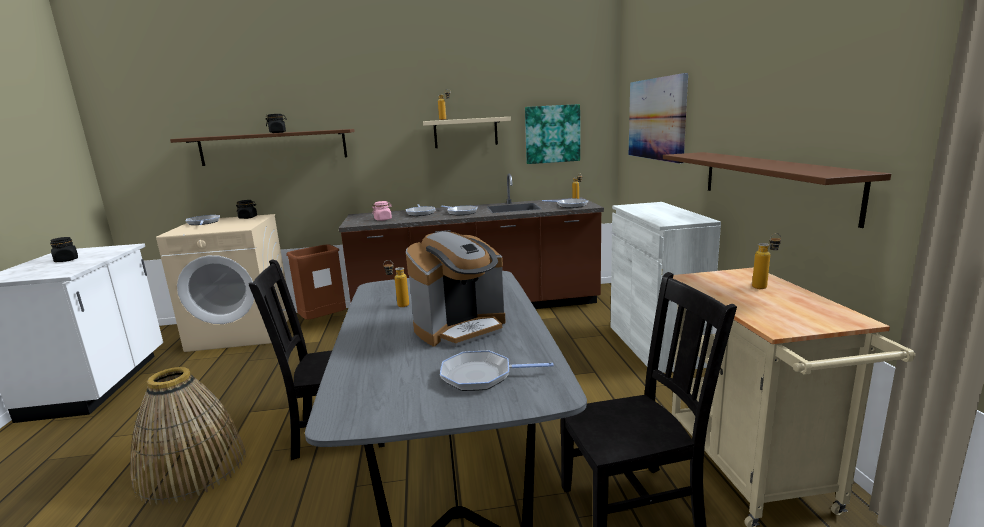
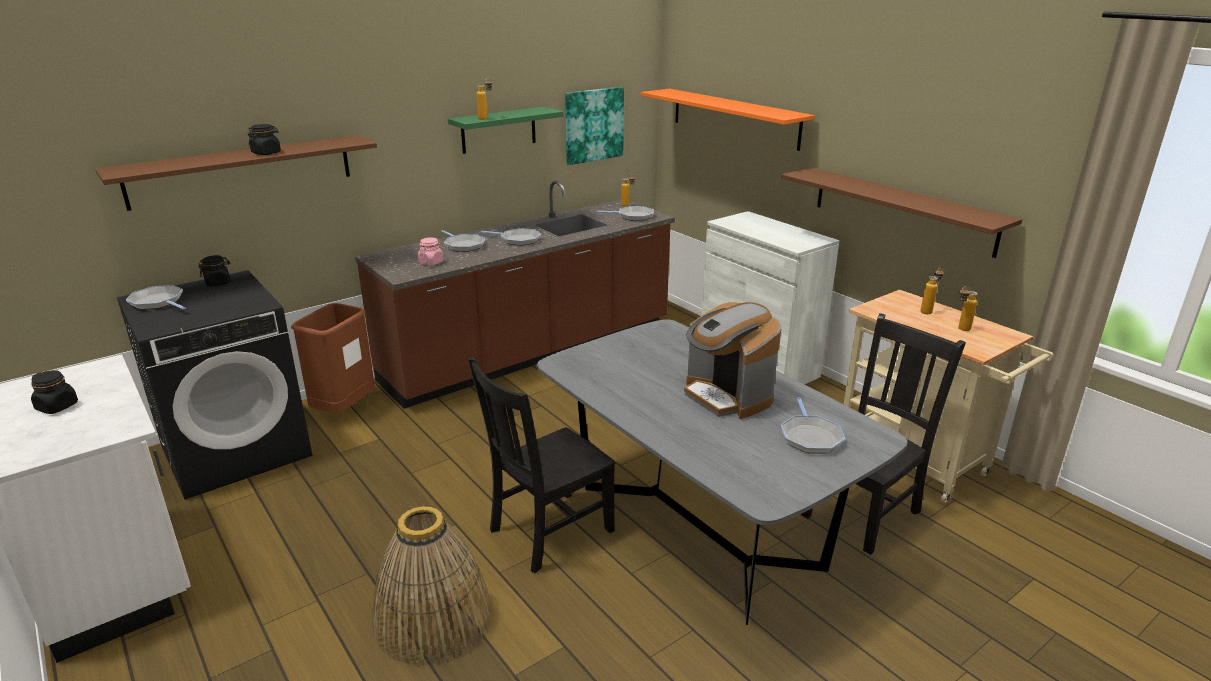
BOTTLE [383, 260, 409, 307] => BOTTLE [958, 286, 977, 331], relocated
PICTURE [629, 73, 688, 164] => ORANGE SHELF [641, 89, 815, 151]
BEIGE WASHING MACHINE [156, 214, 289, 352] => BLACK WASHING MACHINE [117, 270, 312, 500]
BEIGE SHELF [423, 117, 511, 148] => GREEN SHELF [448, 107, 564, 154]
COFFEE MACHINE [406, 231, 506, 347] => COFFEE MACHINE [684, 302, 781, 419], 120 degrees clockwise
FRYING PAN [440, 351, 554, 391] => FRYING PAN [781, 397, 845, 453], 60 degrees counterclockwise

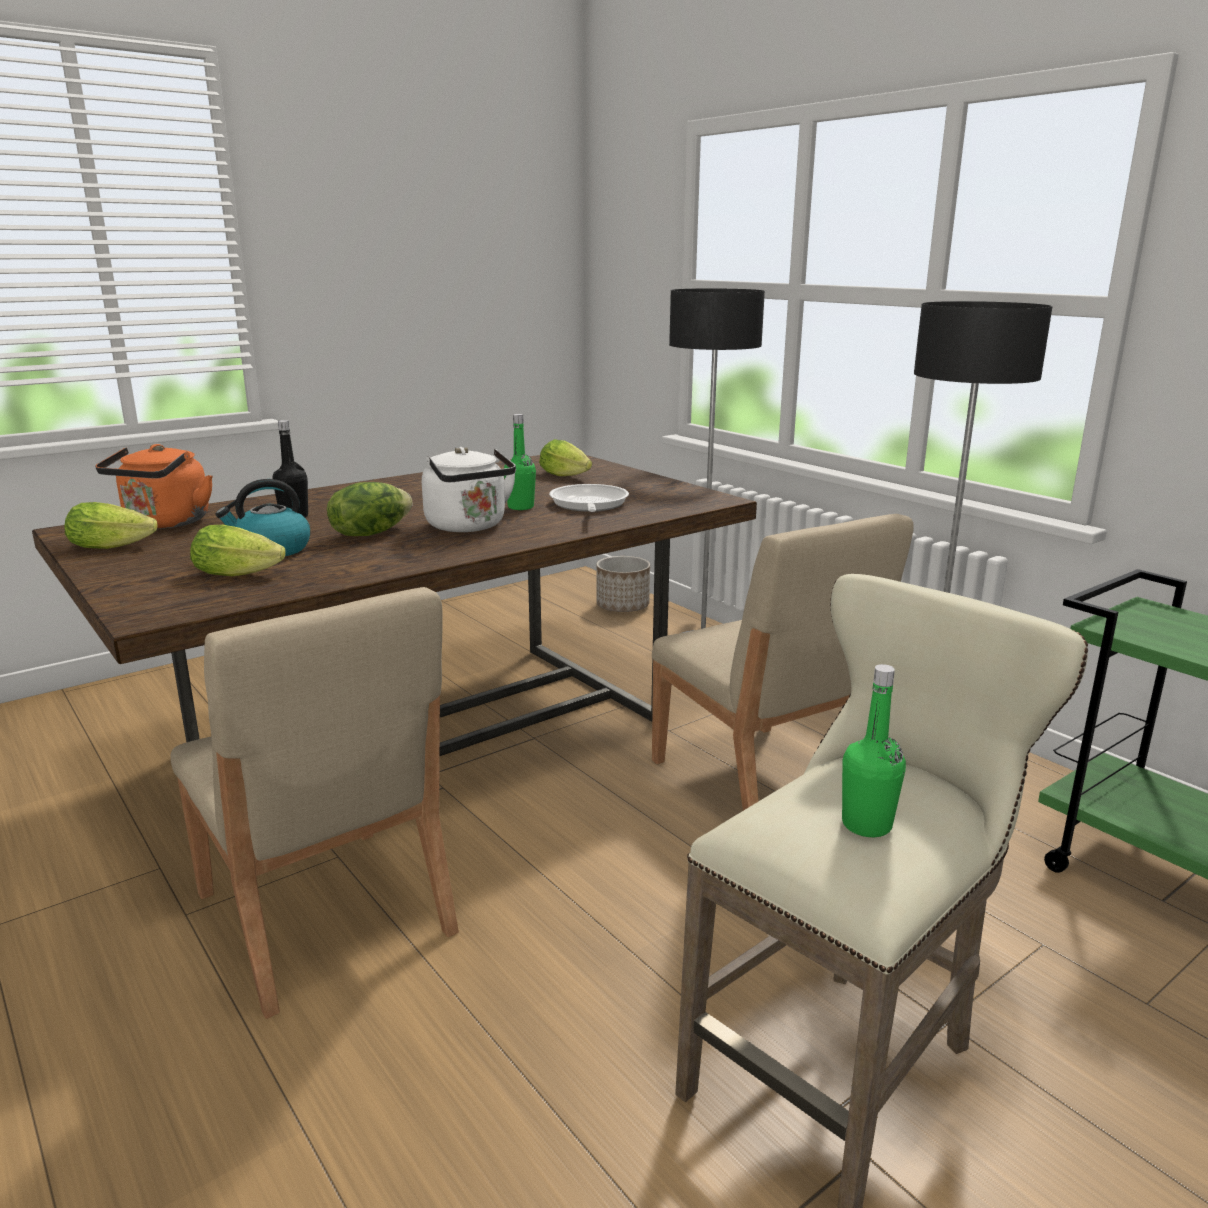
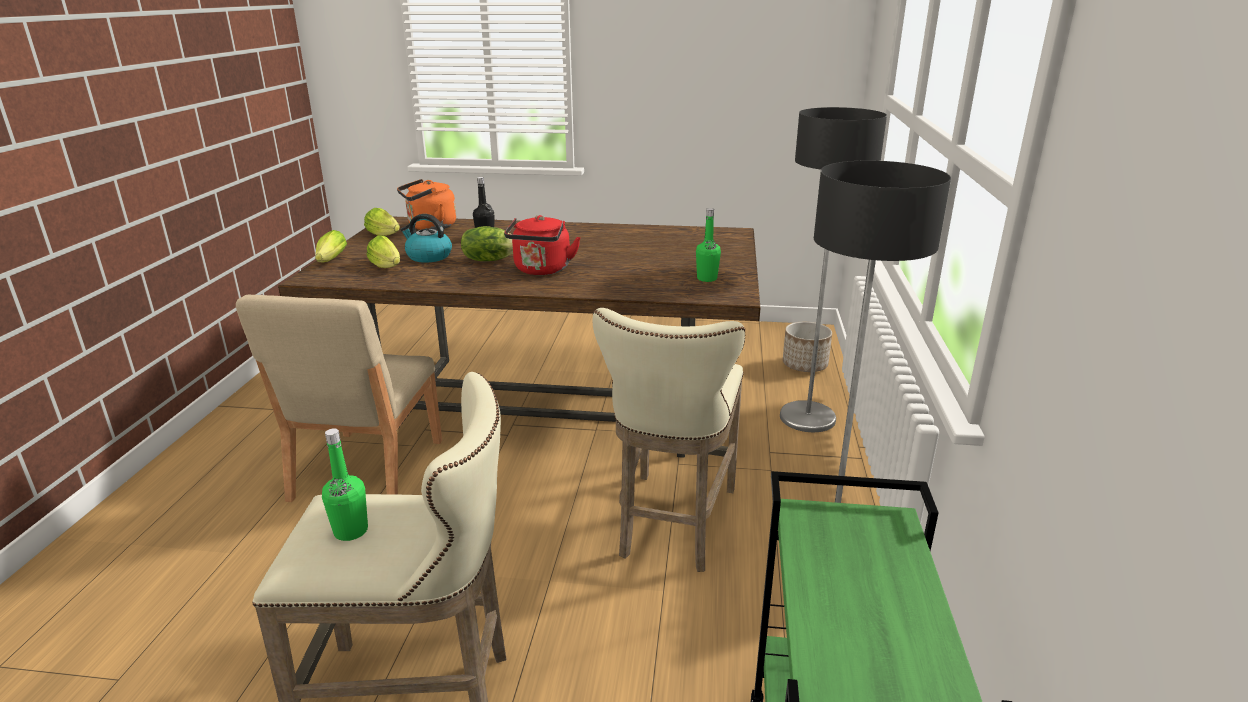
FRYING PAN [549, 484, 629, 512] => nothing
GREEN BOTTLE [504, 414, 536, 510] => GREEN BOTTLE [696, 208, 721, 282], relocated
LETTUCE [539, 439, 592, 476] => LETTUCE [315, 230, 347, 262], relocated
BEIGE CHAIR [652, 514, 914, 811] => BEIGE STOOL [593, 308, 745, 572]
WHITE KETTLE [422, 447, 516, 532] => RED KETTLE [504, 215, 581, 275]

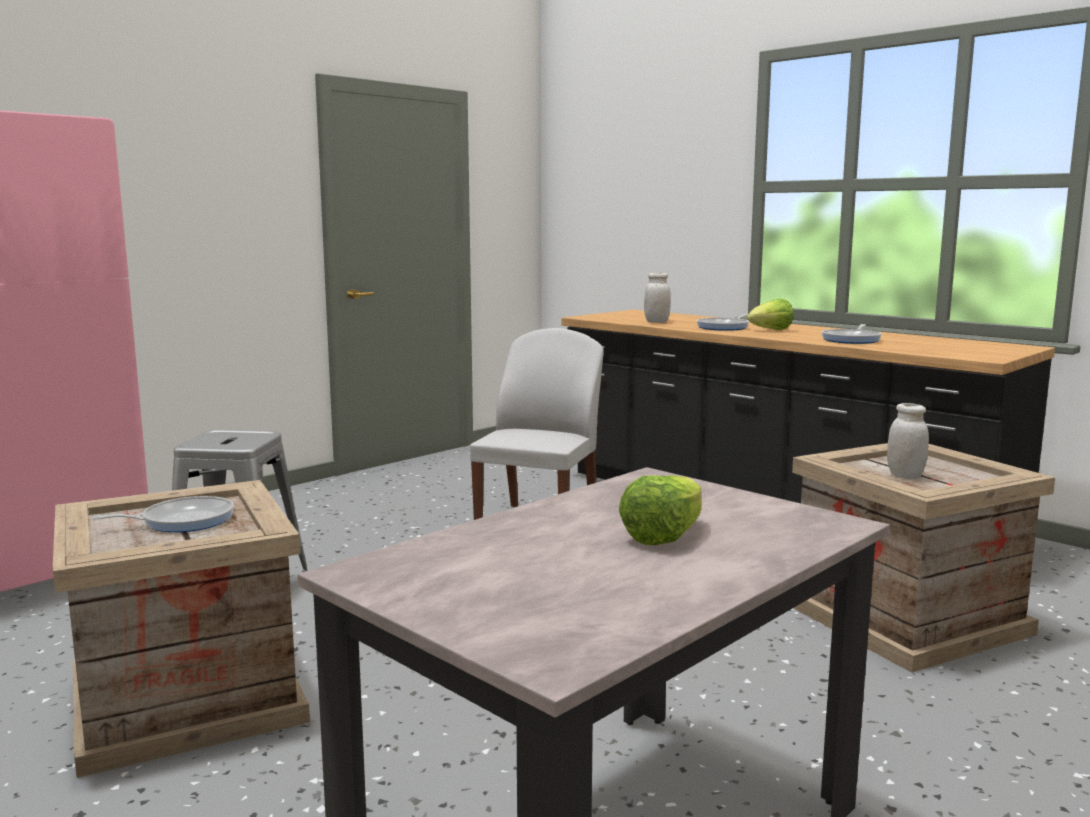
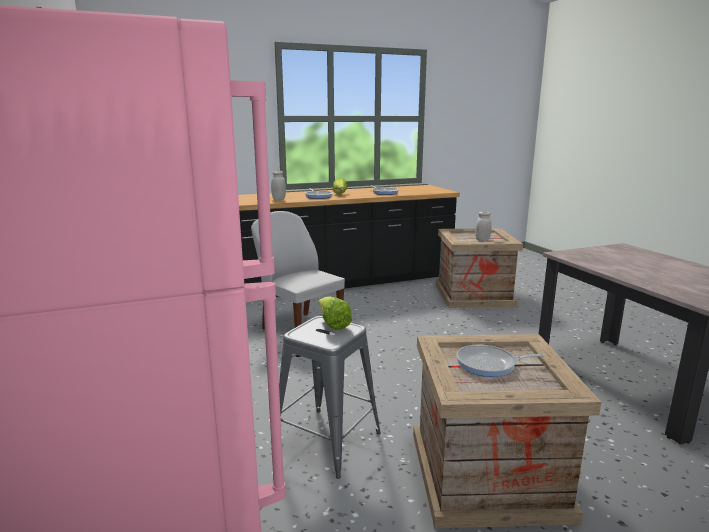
LETTUCE [619, 475, 702, 545] => LETTUCE [318, 296, 352, 330], relocated
FRYING PAN [92, 496, 234, 532] => FRYING PAN [456, 344, 545, 377], 90 degrees counterclockwise

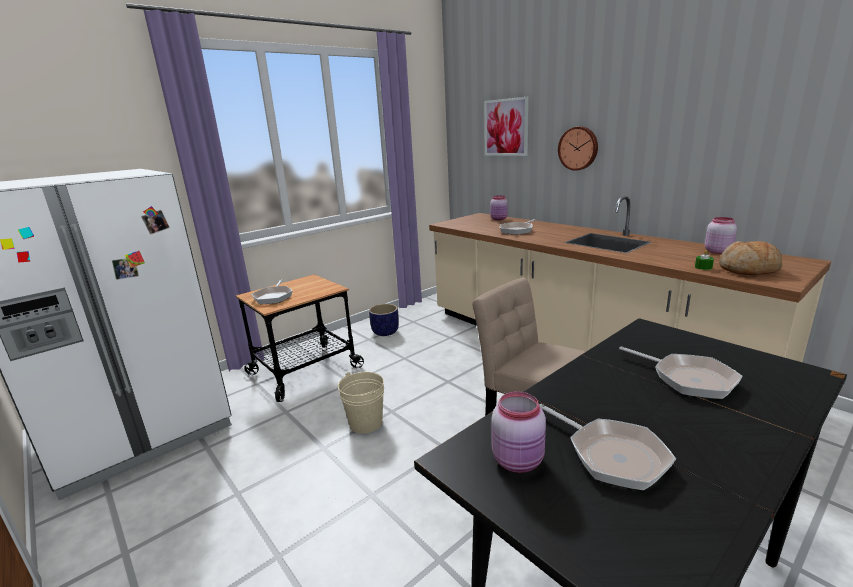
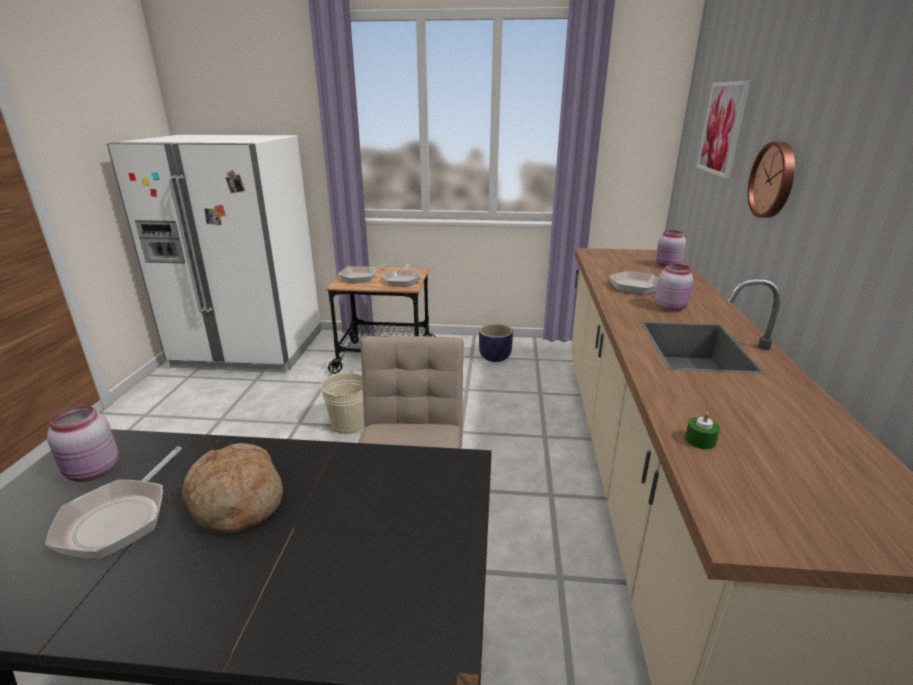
FRYING PAN [619, 346, 742, 399] => FRYING PAN [382, 264, 421, 287], relocated
PINK JAR [705, 217, 737, 254] => PINK JAR [655, 264, 693, 311], relocated
BREAD [719, 241, 782, 275] => BREAD [182, 443, 283, 532], relocated

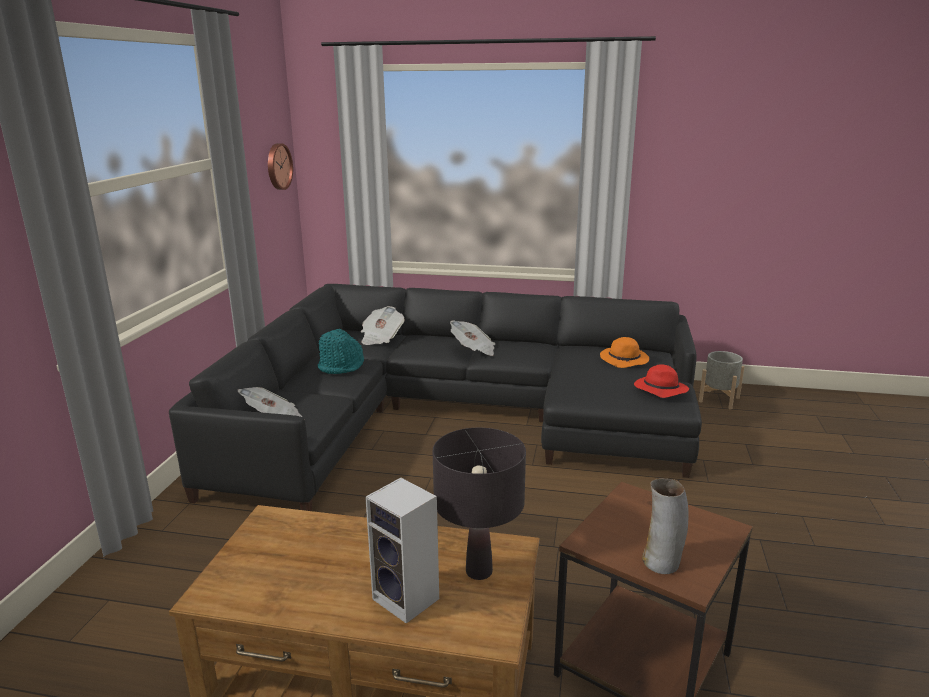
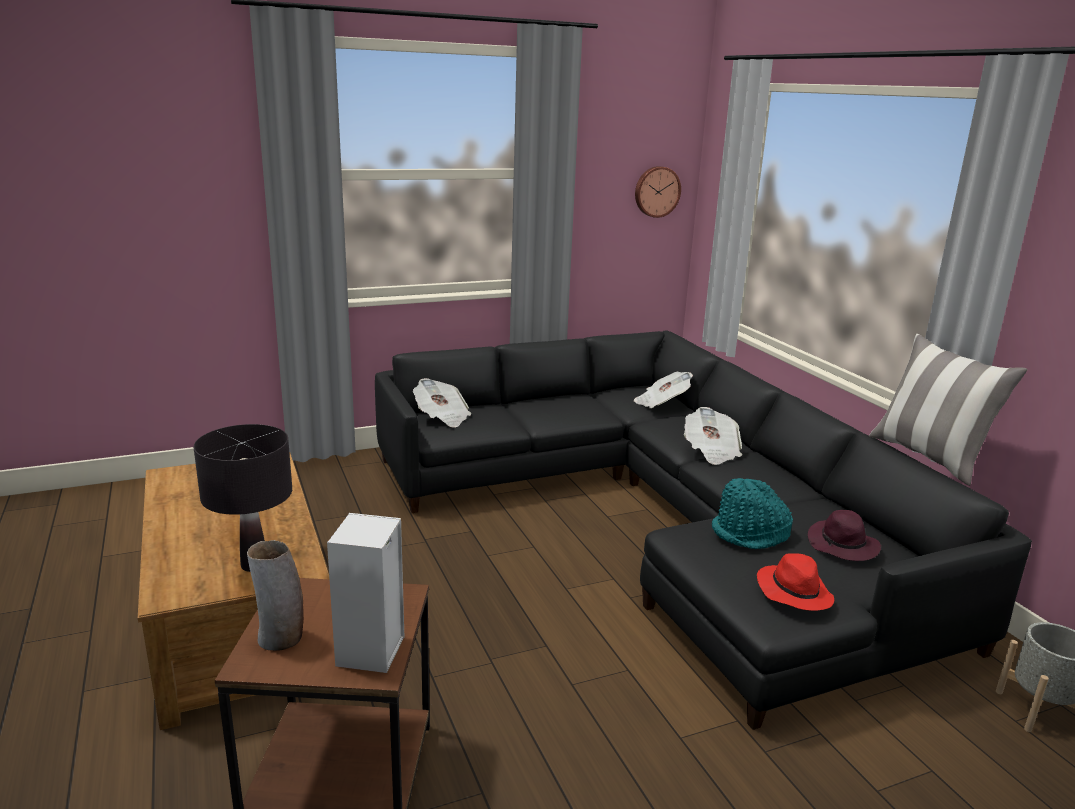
nothing => PILLOW [869, 334, 1027, 486]
TURQUOISE HAT [317, 329, 364, 374] => TURQUOISE HAT [712, 478, 793, 549], relocated
SPEAKER [365, 478, 439, 624] => SPEAKER [327, 513, 404, 673], relocated
ORANGE HAT [600, 337, 649, 368] => PURPLE HAT [808, 510, 881, 561]

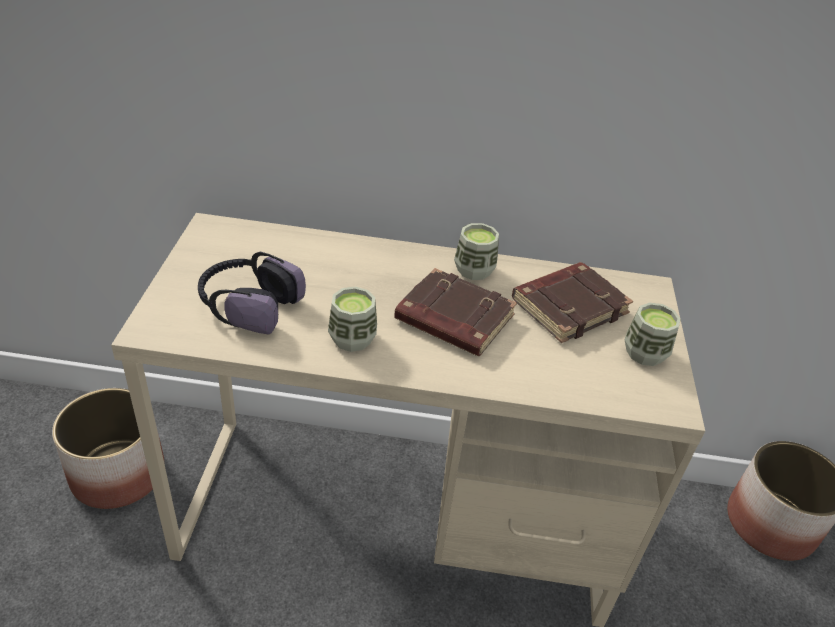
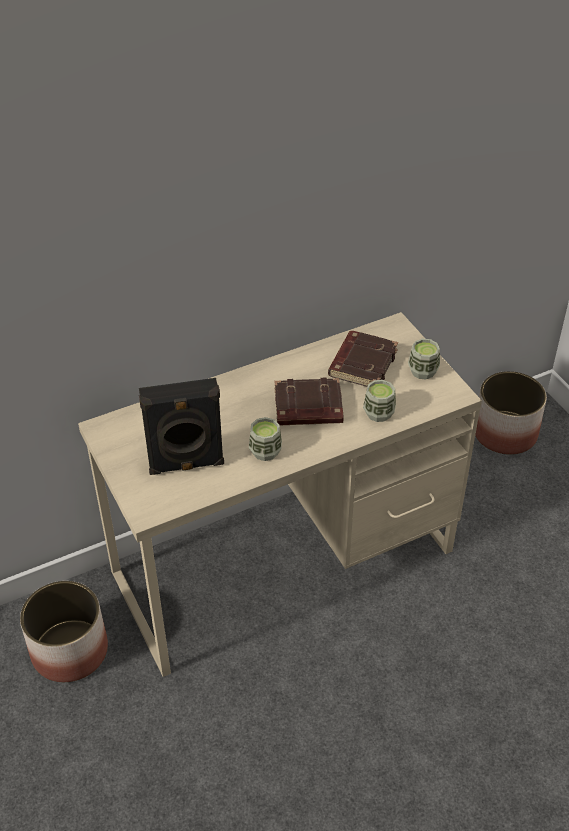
CUP [454, 223, 499, 280] => CUP [363, 380, 396, 422], relocated
HEADPHONES [198, 251, 306, 335] => BLACK SPEAKER [139, 378, 224, 475]

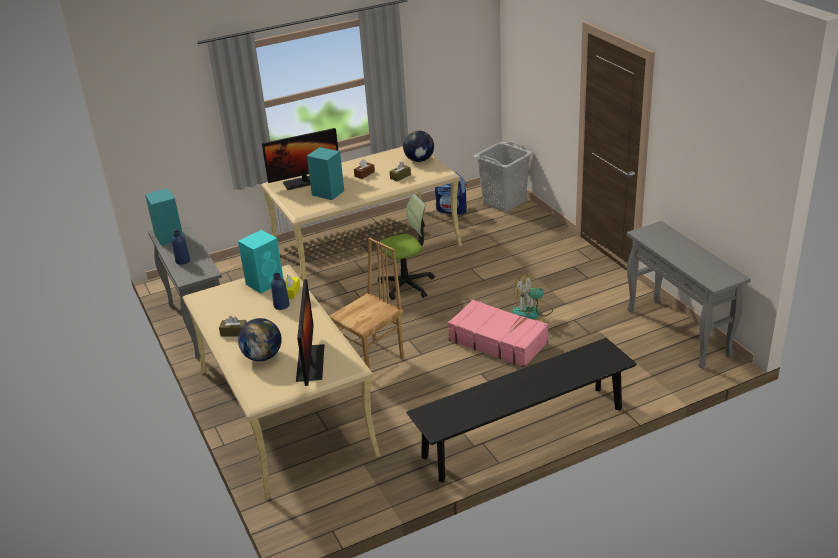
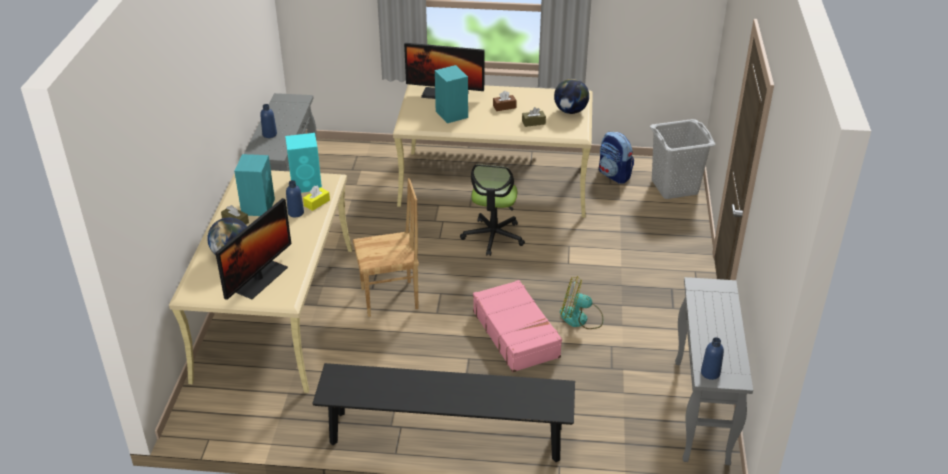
nothing => BLUE BOTTLE [701, 337, 724, 380]
TURQUOISE SPEAKER [145, 188, 183, 246] => TURQUOISE SPEAKER [234, 154, 275, 216], relocated
OFFICE CHAIR [378, 194, 435, 300] => OFFICE CHAIR [460, 164, 525, 256], 90 degrees clockwise

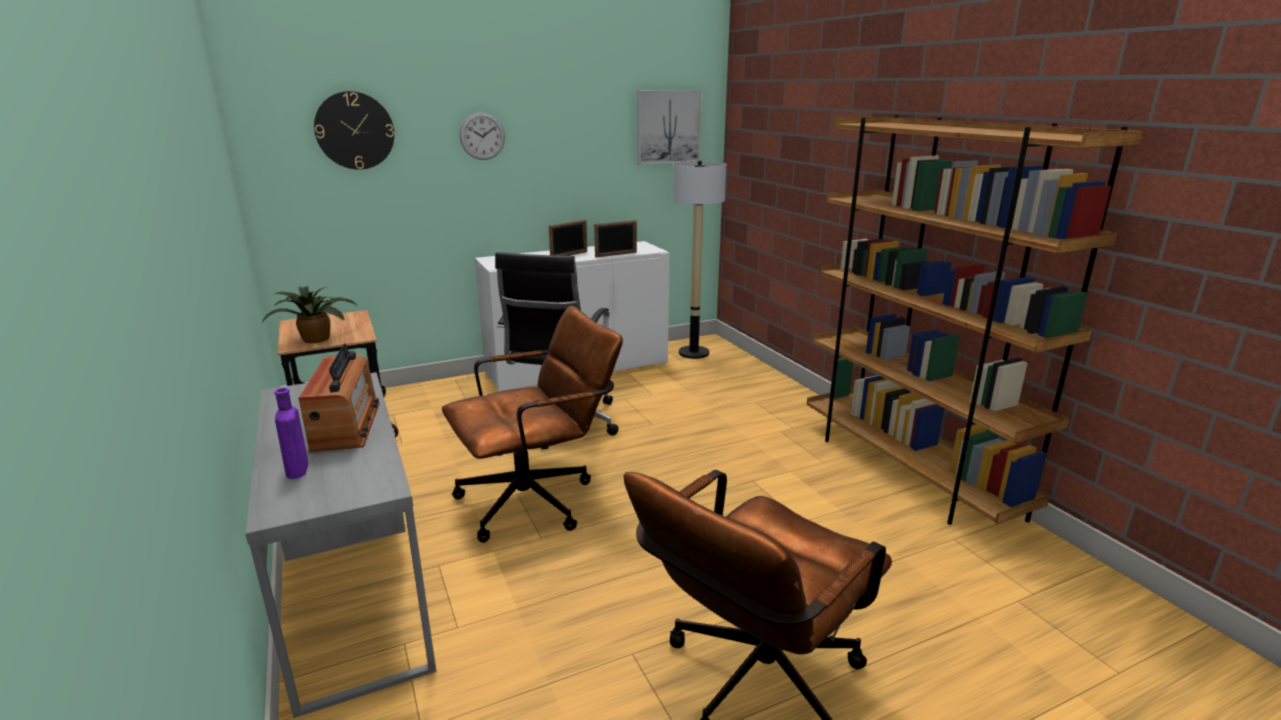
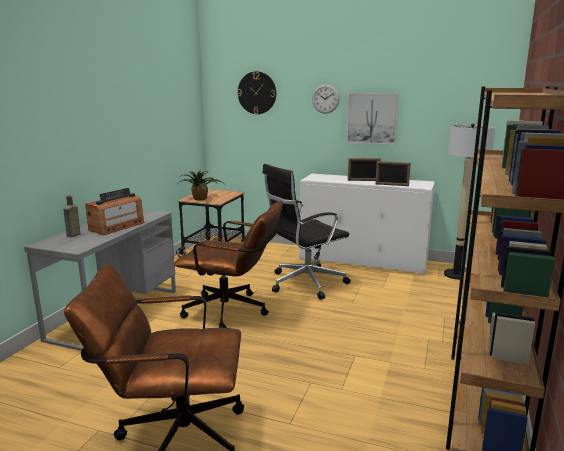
PICTURE [637, 90, 702, 165] => PICTURE [346, 93, 399, 145], relocated
PURPLE BOTTLE [274, 388, 308, 479] => BROWN BOTTLE [63, 195, 81, 237]

